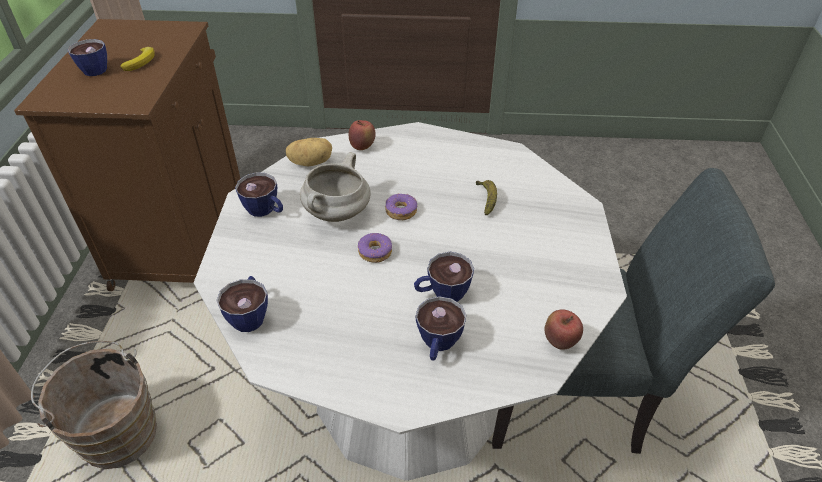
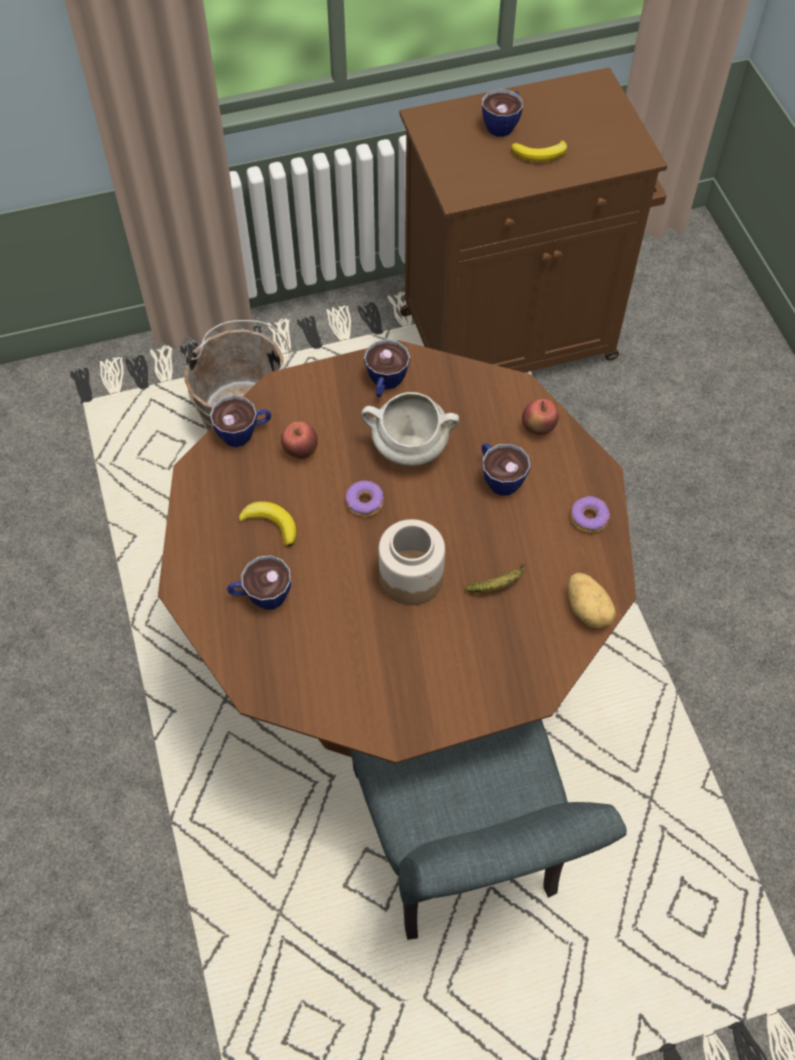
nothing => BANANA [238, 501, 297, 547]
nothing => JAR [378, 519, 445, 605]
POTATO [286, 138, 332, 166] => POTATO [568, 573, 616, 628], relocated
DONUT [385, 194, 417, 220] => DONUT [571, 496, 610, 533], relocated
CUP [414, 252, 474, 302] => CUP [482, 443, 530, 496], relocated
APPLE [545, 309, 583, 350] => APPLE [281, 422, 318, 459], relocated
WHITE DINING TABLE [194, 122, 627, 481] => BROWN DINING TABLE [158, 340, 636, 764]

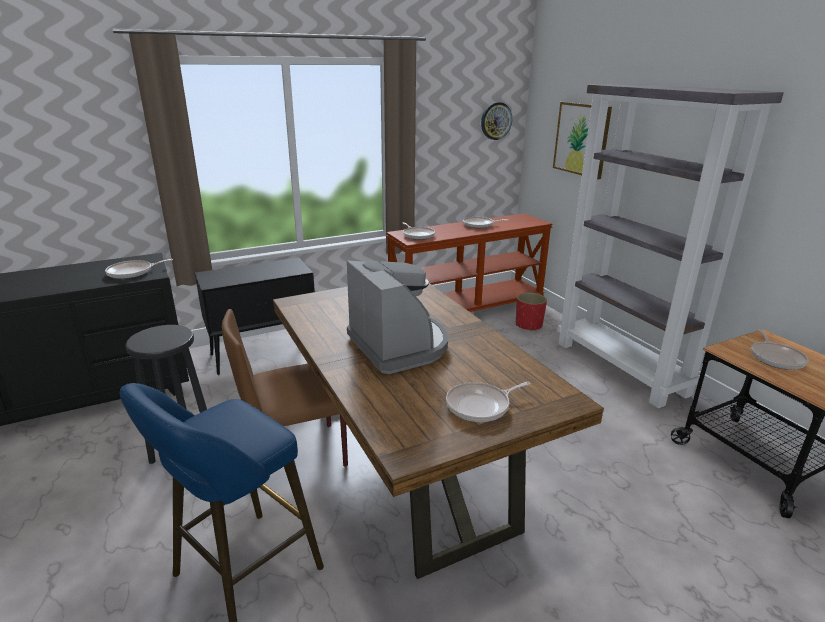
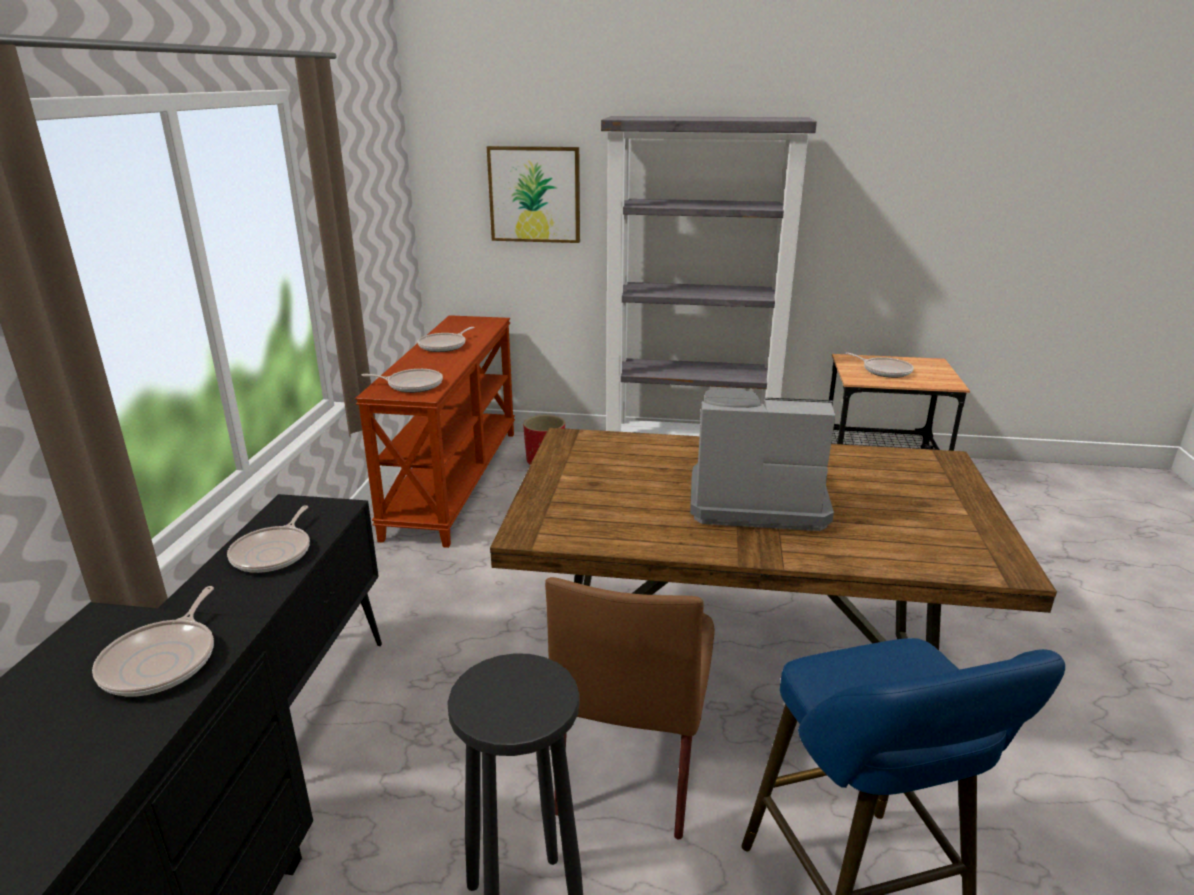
WALL CLOCK [481, 102, 512, 140] => nothing
FRYING PAN [446, 382, 531, 422] => FRYING PAN [227, 505, 310, 573], relocated

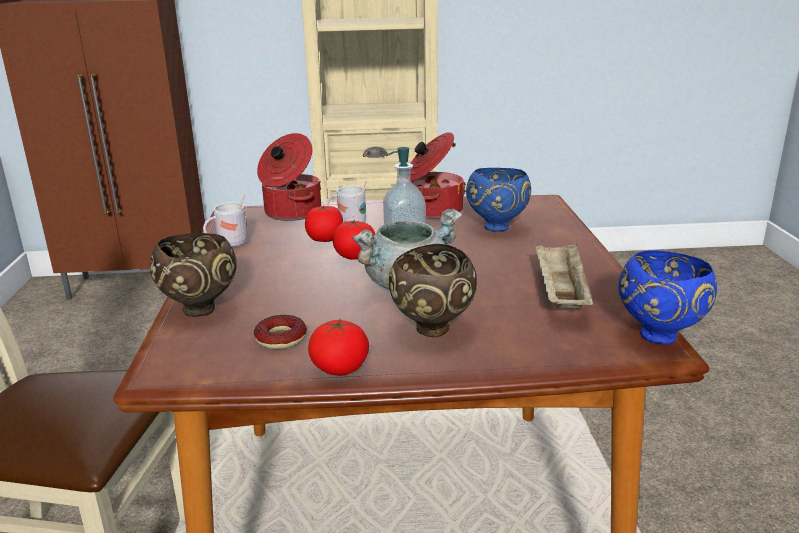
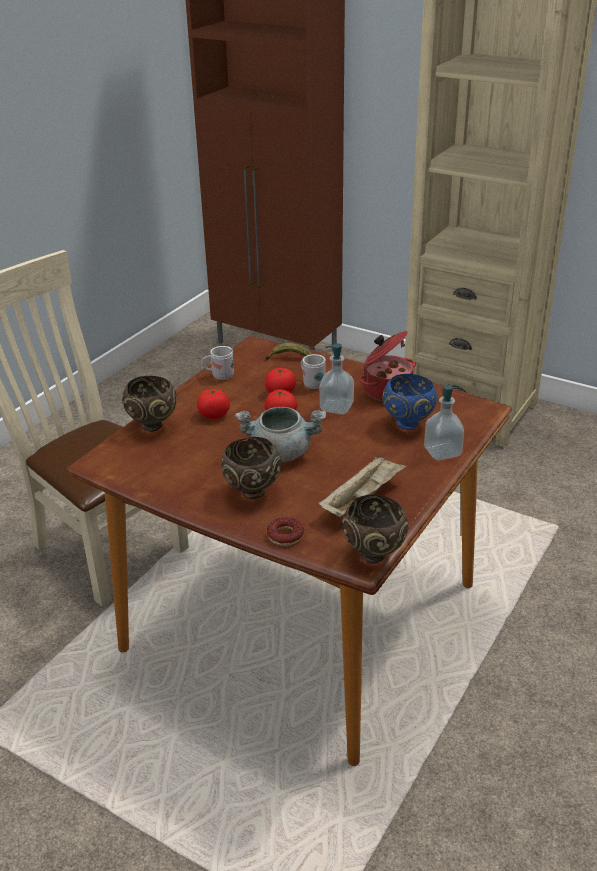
nothing => SOAP DISPENSER [424, 384, 464, 460]
DONUT [254, 315, 307, 349] => DONUT [267, 517, 304, 546], relocated
TOMATO [308, 319, 369, 375] => TOMATO [197, 389, 230, 419], relocated
COOKING POT [257, 133, 321, 221] => BANANA [265, 343, 312, 360]
BLUE BOWL [618, 251, 717, 345] => BROWN BOWL [342, 494, 409, 564]

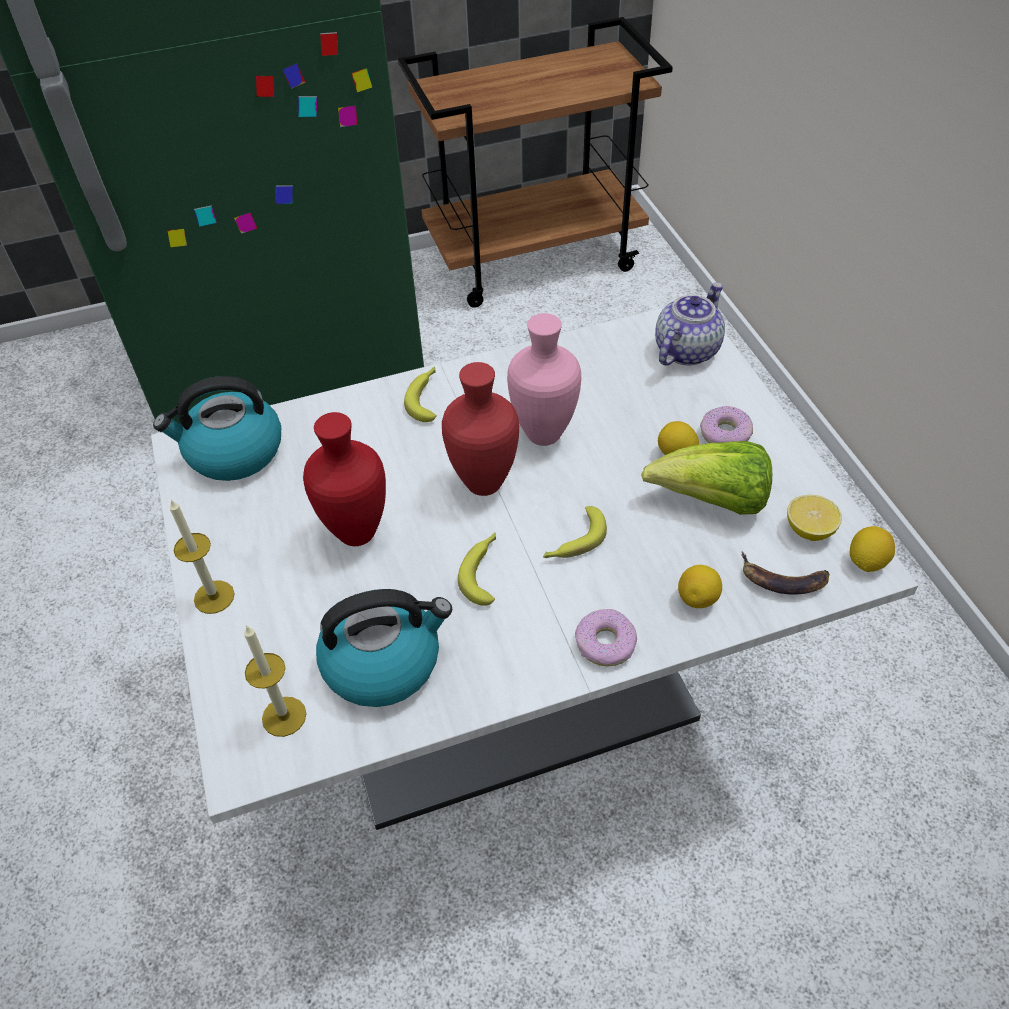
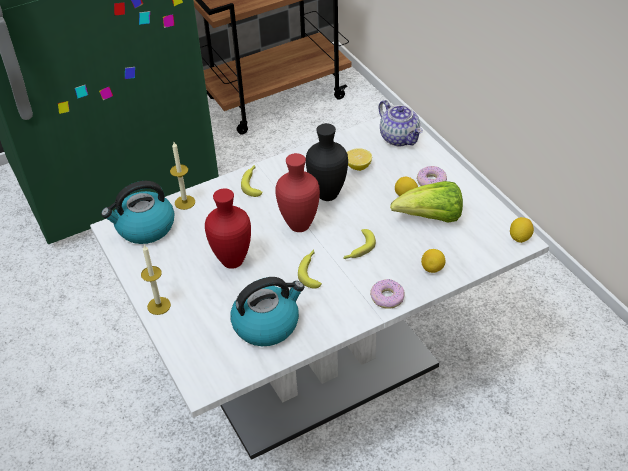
BANANA [742, 552, 830, 595] => nothing
CANDLE [244, 625, 306, 737] => CANDLE [170, 142, 195, 210], relocated
LEMON [787, 495, 842, 541] => LEMON [347, 148, 372, 171], relocated
PINK VASE [507, 313, 581, 446] => BLACK VASE [306, 123, 348, 201]
TEAPOT [655, 283, 725, 365] => TEAPOT [378, 100, 423, 147], 120 degrees clockwise

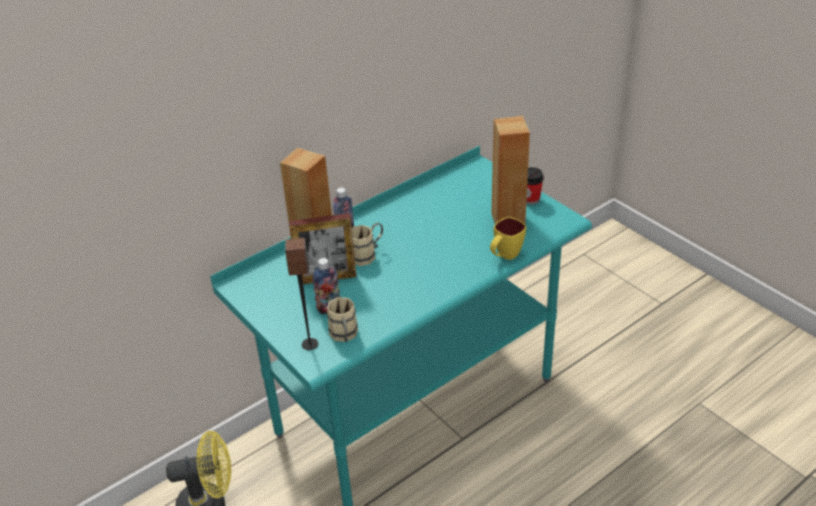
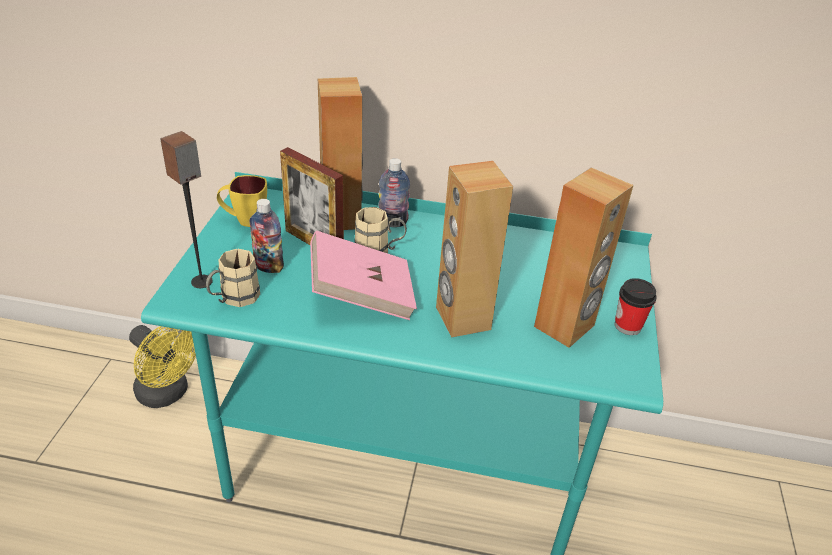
nothing => PINK BOOK [310, 230, 417, 320]
nothing => BROWN SPEAKER [436, 161, 513, 337]
YELLOW MUG [490, 217, 526, 260] => YELLOW MUG [217, 175, 267, 227], relocated

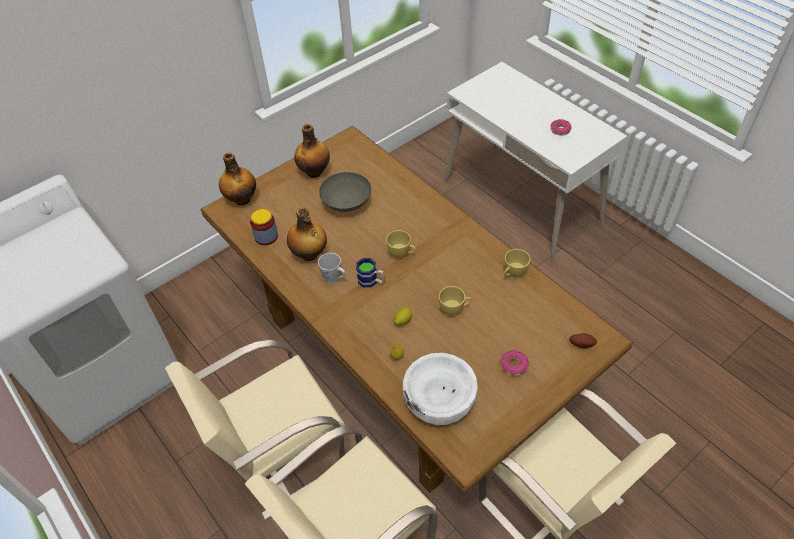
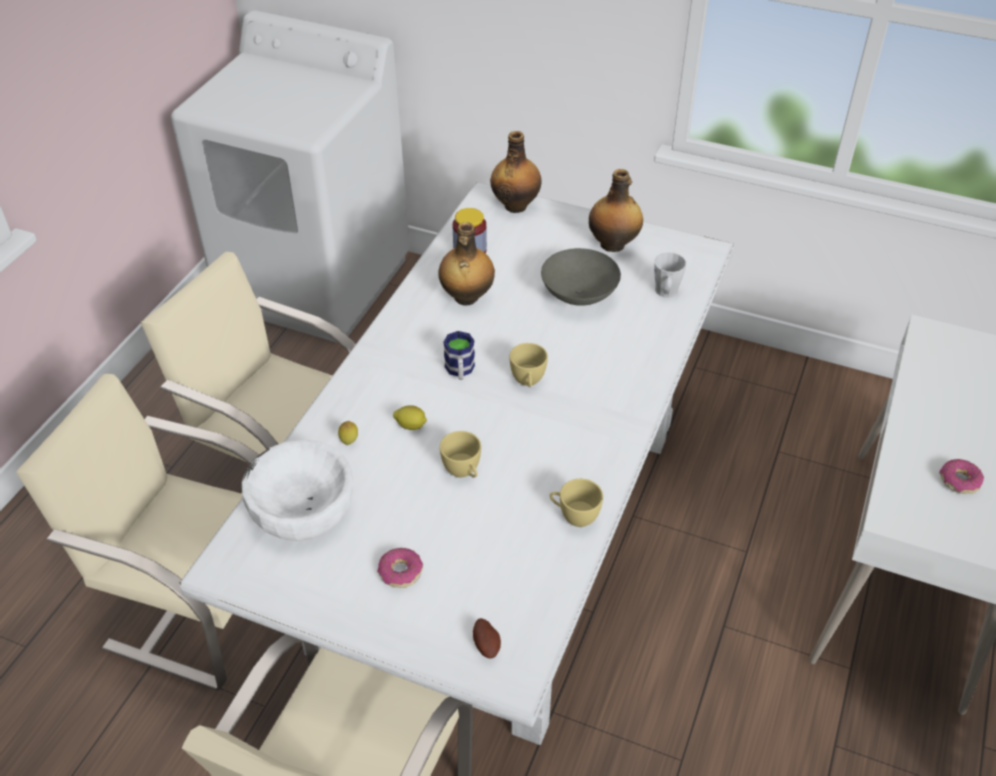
GREY MUG [318, 253, 346, 284] => GREY MUG [654, 252, 686, 298], relocated
BROWN DINING TABLE [201, 126, 633, 494] => WHITE DINING TABLE [179, 182, 734, 745]

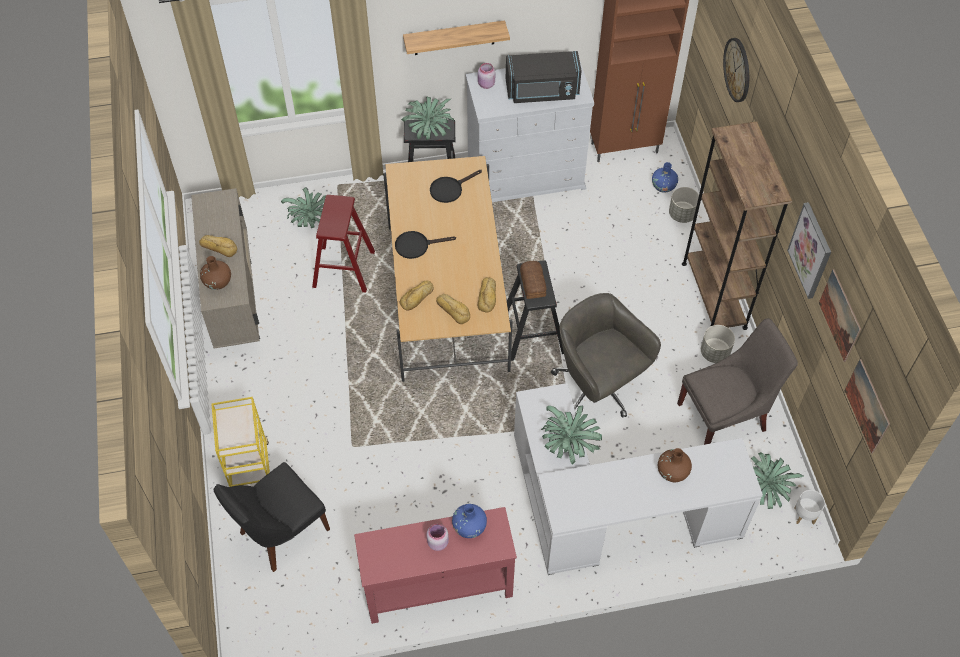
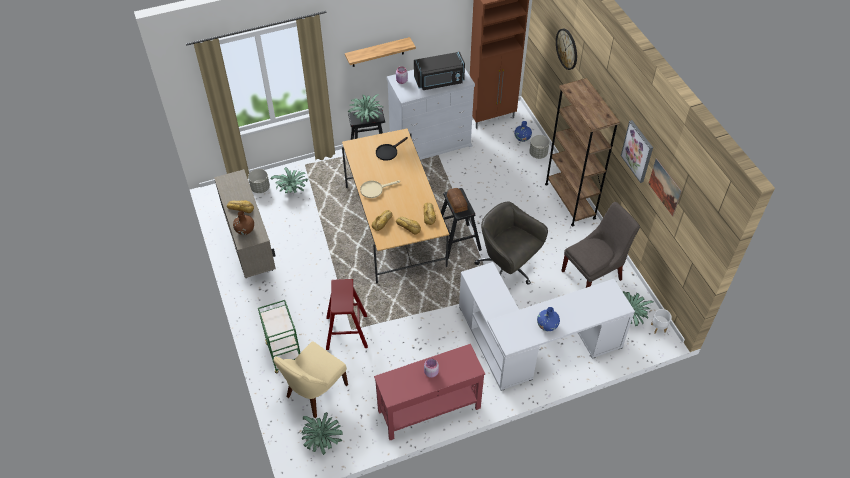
BROWN VASE [658, 448, 692, 482] => nothing
PICTURE [844, 359, 890, 454] => nothing
RED STOOL [312, 195, 375, 292] => RED STOOL [326, 279, 368, 350], relocated
BLUE VASE [452, 504, 487, 538] => BLUE VASE [537, 307, 560, 331], relocated
POTTED PLANT [541, 406, 602, 465] => POTTED PLANT [301, 412, 343, 455], relocated
GREY PLANTER [701, 325, 735, 363] => GREY PLANTER [248, 169, 270, 193], relocated
YELLOW CART [211, 397, 270, 487] => GREEN CART [258, 300, 300, 374]
BLACK CHAIR [214, 462, 330, 572] => BEIGE CHAIR [274, 341, 348, 418]
BLACK FRYING PAN [395, 231, 456, 259] => BEIGE FRYING PAN [360, 180, 400, 198]

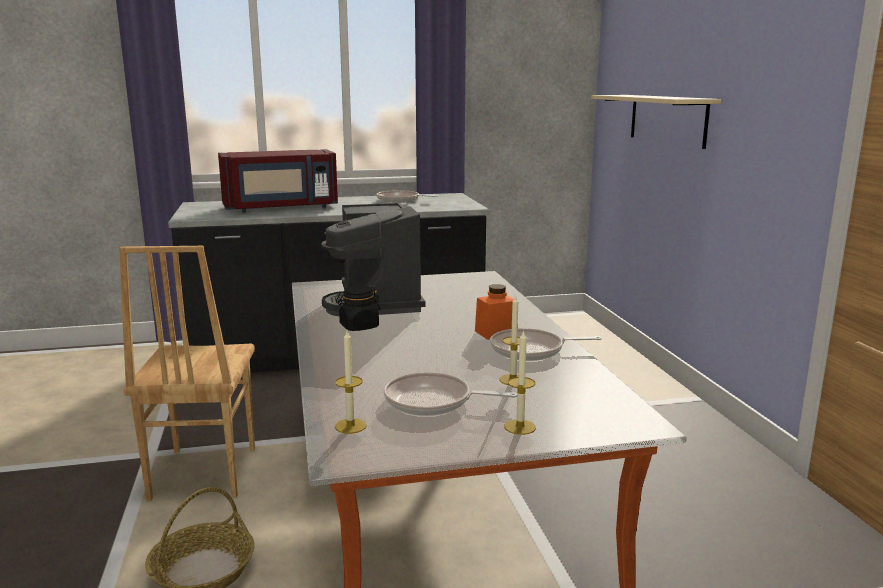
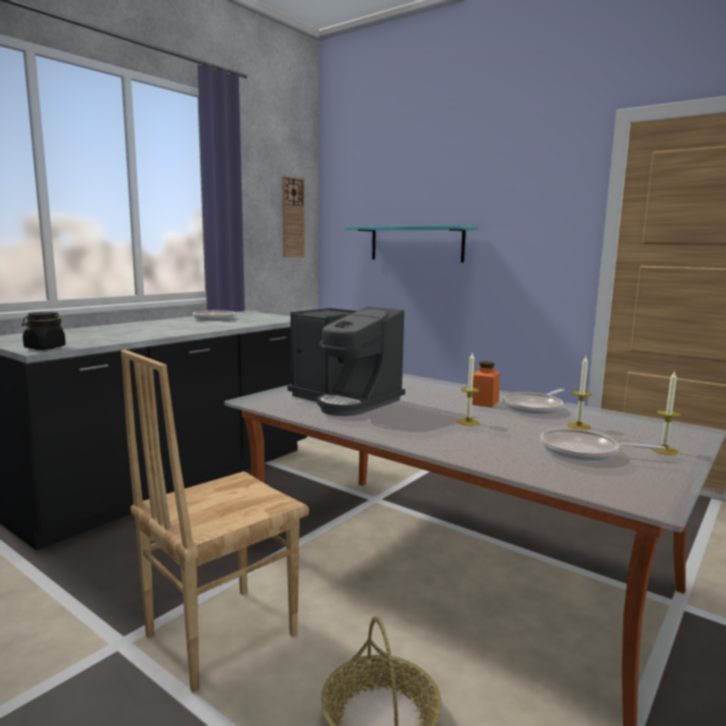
RED MICROWAVE [218, 149, 338, 213] => nothing
nothing => WALL CLOCK [282, 176, 305, 257]
CANDLE [335, 331, 367, 434] => CANDLE [457, 353, 480, 426], relocated
BLACK JAR [336, 286, 380, 331] => BLACK JAR [22, 312, 66, 350], relocated
BEIGE SHELF [591, 95, 721, 149] => TURQUOISE SHELF [345, 225, 478, 262]
BROWN CHAIR [119, 246, 255, 501] => BROWN CHAIR [121, 350, 309, 692], 90 degrees clockwise
FRYING PAN [384, 372, 517, 416] => FRYING PAN [540, 428, 666, 461], 45 degrees clockwise

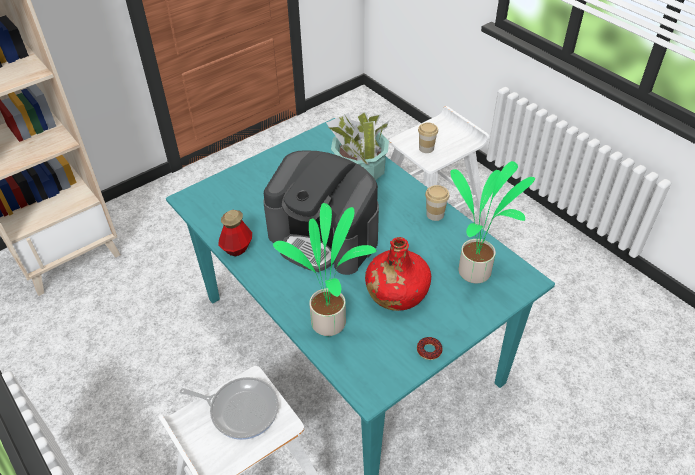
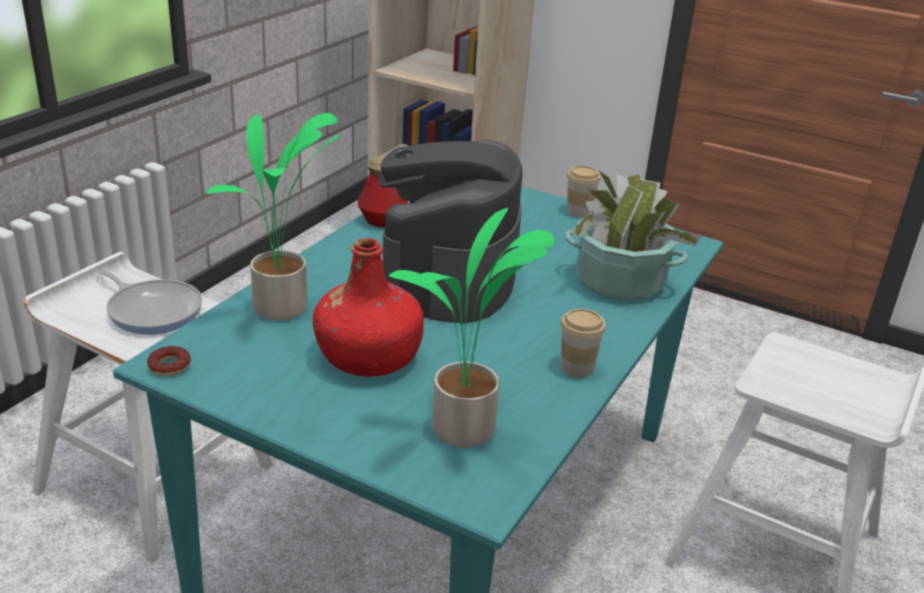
DONUT [417, 337, 443, 360] => DONUT [147, 346, 191, 376], relocated
CUP [418, 122, 438, 153] => CUP [567, 166, 601, 218], relocated
FRYING PAN [180, 377, 279, 440] => FRYING PAN [96, 267, 202, 335], 45 degrees counterclockwise

